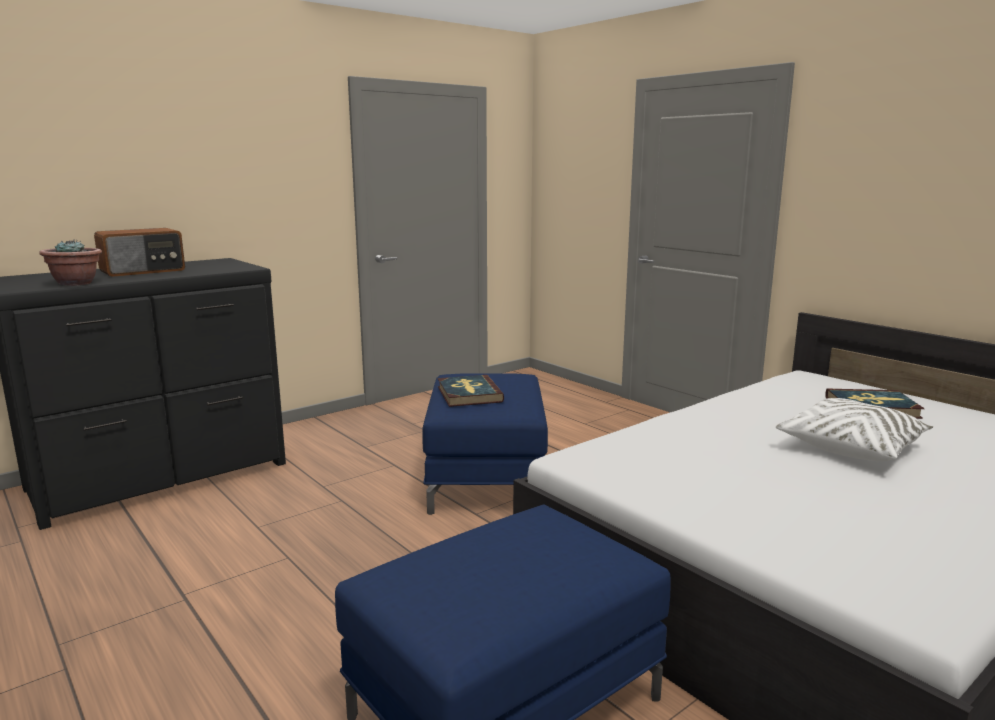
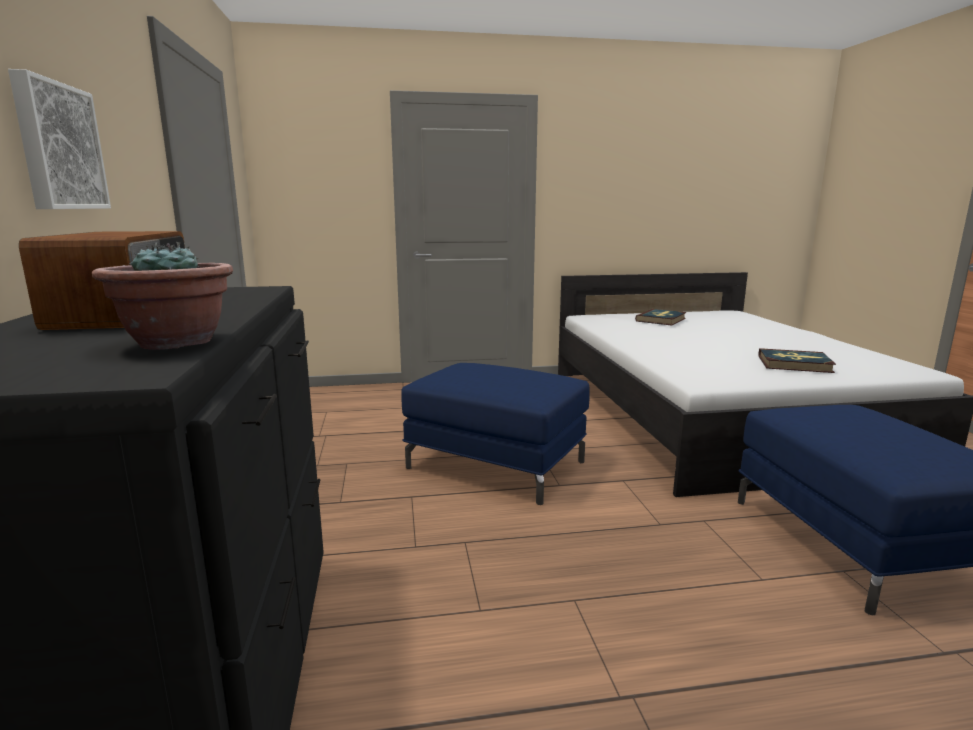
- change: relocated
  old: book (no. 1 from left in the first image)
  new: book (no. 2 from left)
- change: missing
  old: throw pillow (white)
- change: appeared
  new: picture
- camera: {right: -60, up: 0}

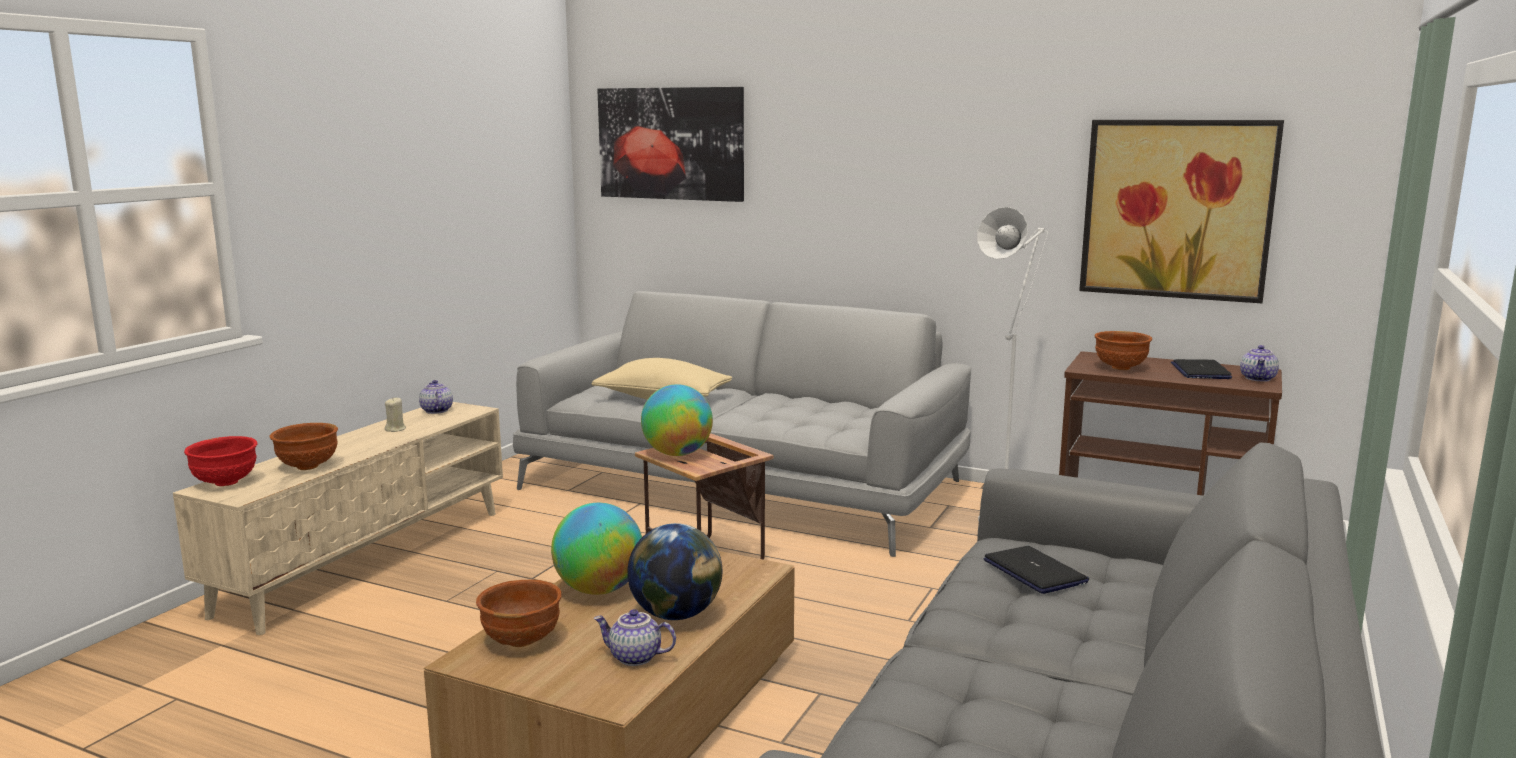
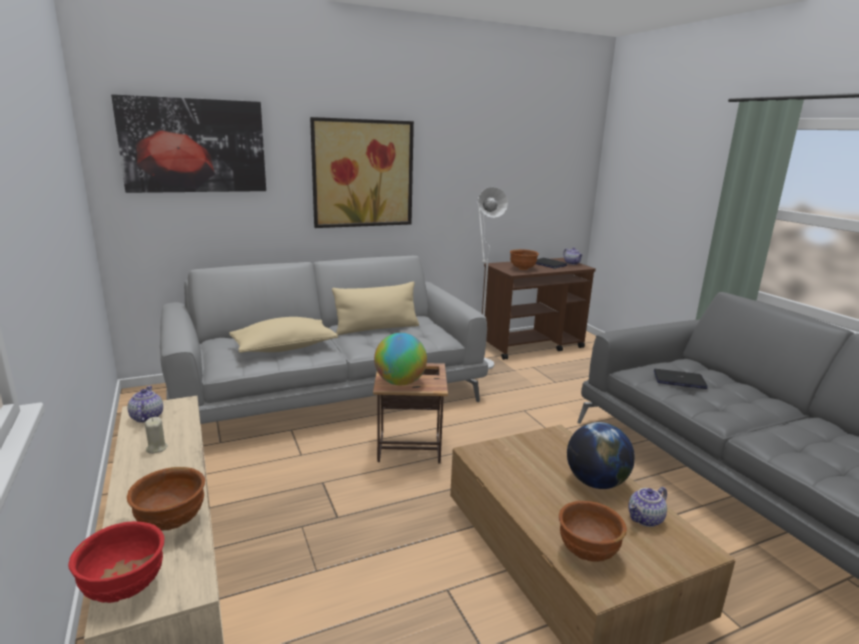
- change: spun
  old: teapot (no. 1 from left)
  degrees: 60
- change: missing
  old: world globe (no. 1 from left)
- change: relocated
  old: picture (no. 2 from left)
- change: appeared
  new: throw pillow (beige) (no. 2 from left)
- camera: {right: -50, up: 5}

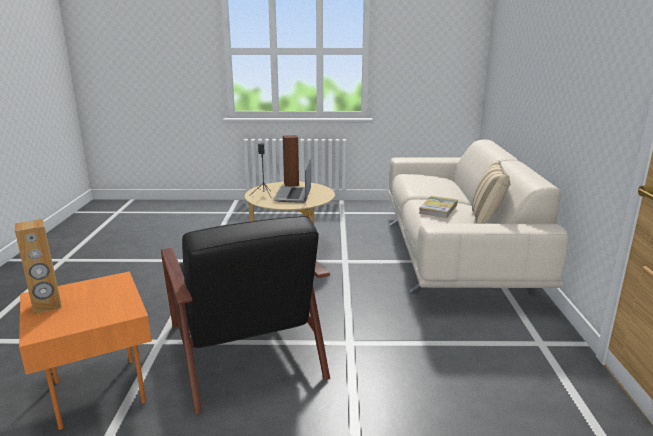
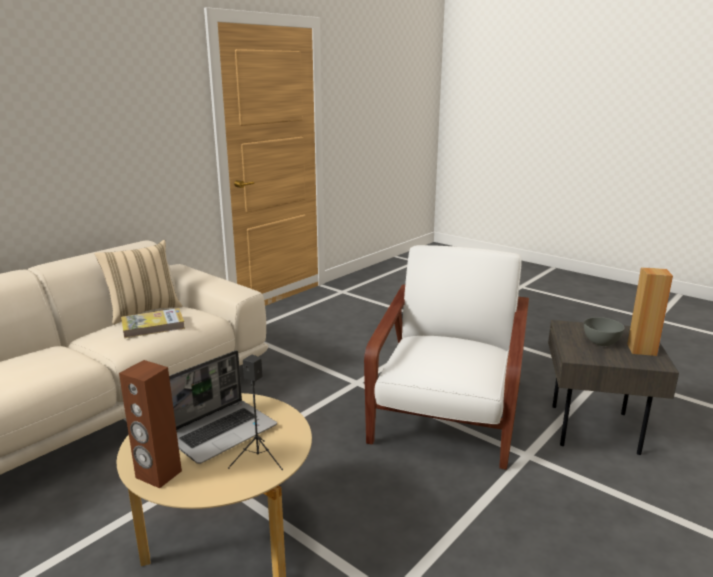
- change: colour
  old: accent table (orange)
  new: accent table (greyish)
- change: colour
  old: lounge chair (black-coloured)
  new: lounge chair (white)
- change: appeared
  new: bowl (greyish)
- camera: {right: -140, up: 0}

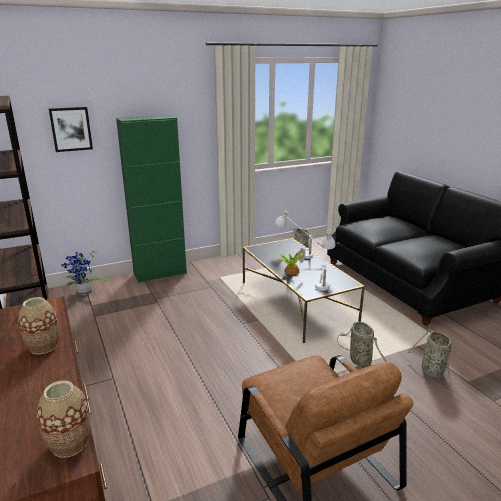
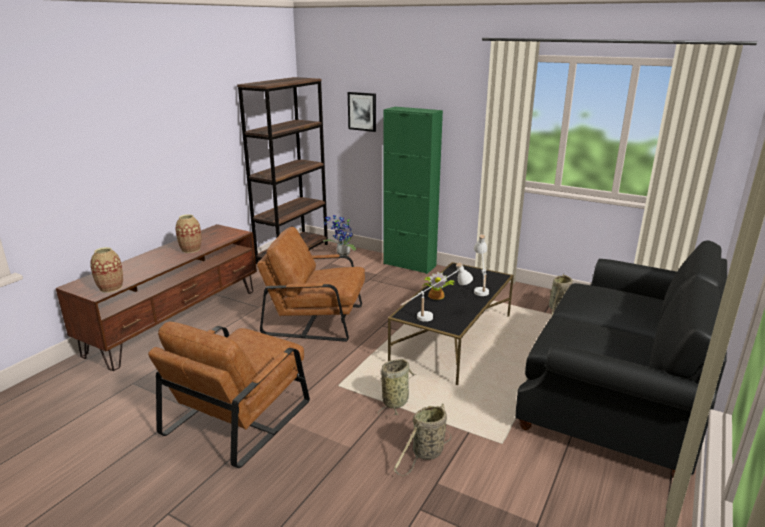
- change: appeared
  new: lounge chair (brown-coloured) (no. 2 from left)
- camera: {right: 55, up: 0}

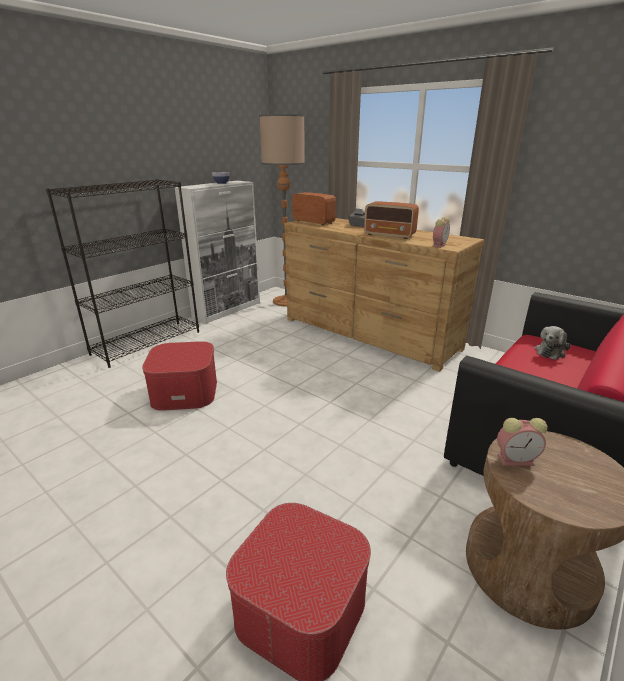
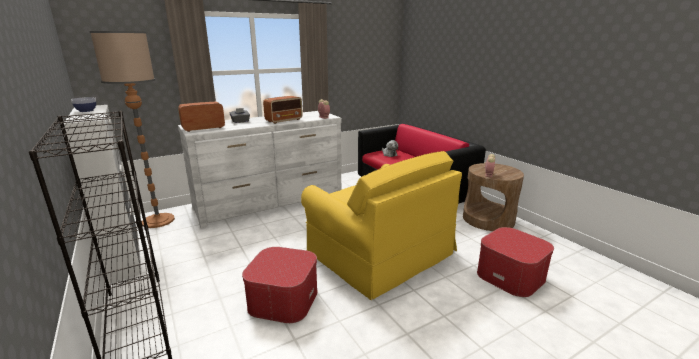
- change: colour
  old: dresser (brown-coloured)
  new: dresser (white)
- change: appeared
  new: lounge chair (yellowish)
- camera: {right: -70, up: -5}

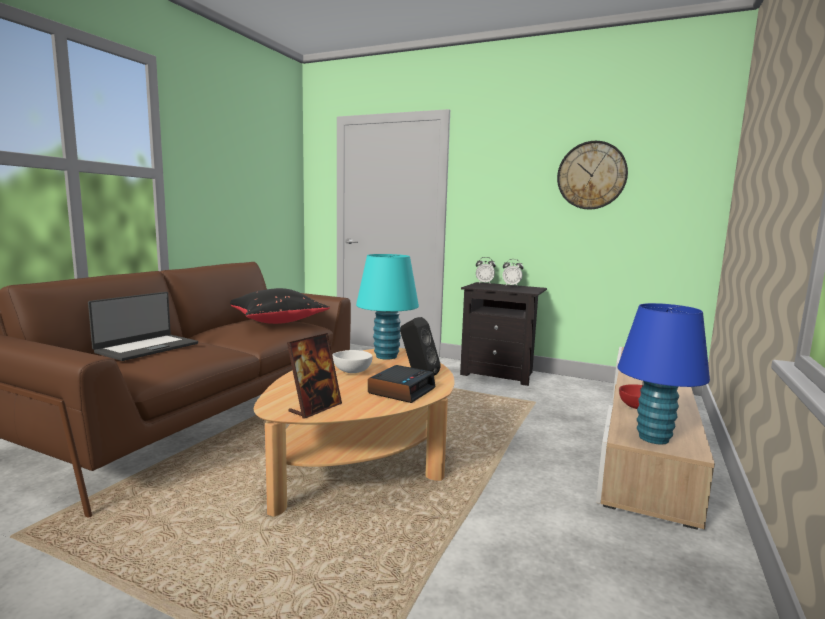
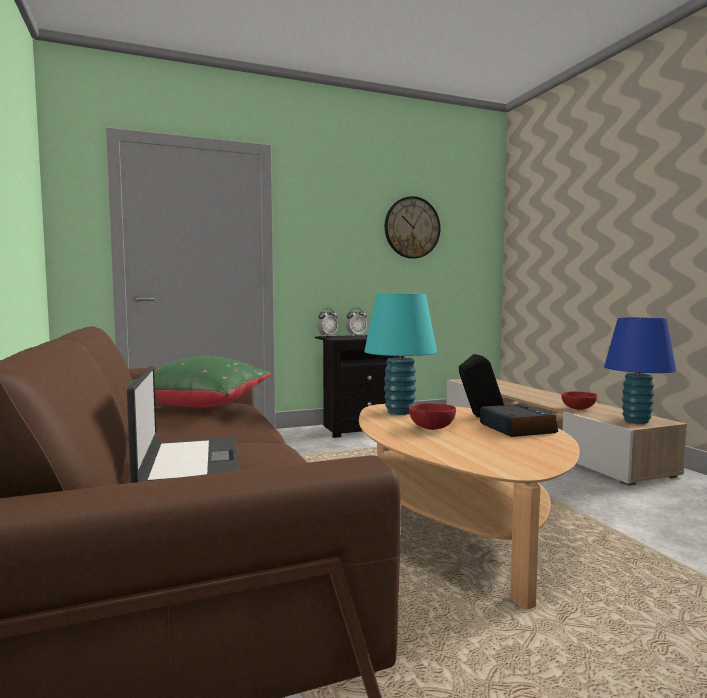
- change: colour
  old: throw pillow (black-coloured)
  new: throw pillow (green-coloured)
- change: missing
  old: standing frame
- change: colour
  old: bowl (white)
  new: bowl (red) (no. 1 from left)
- camera: {right: -45, up: -5}

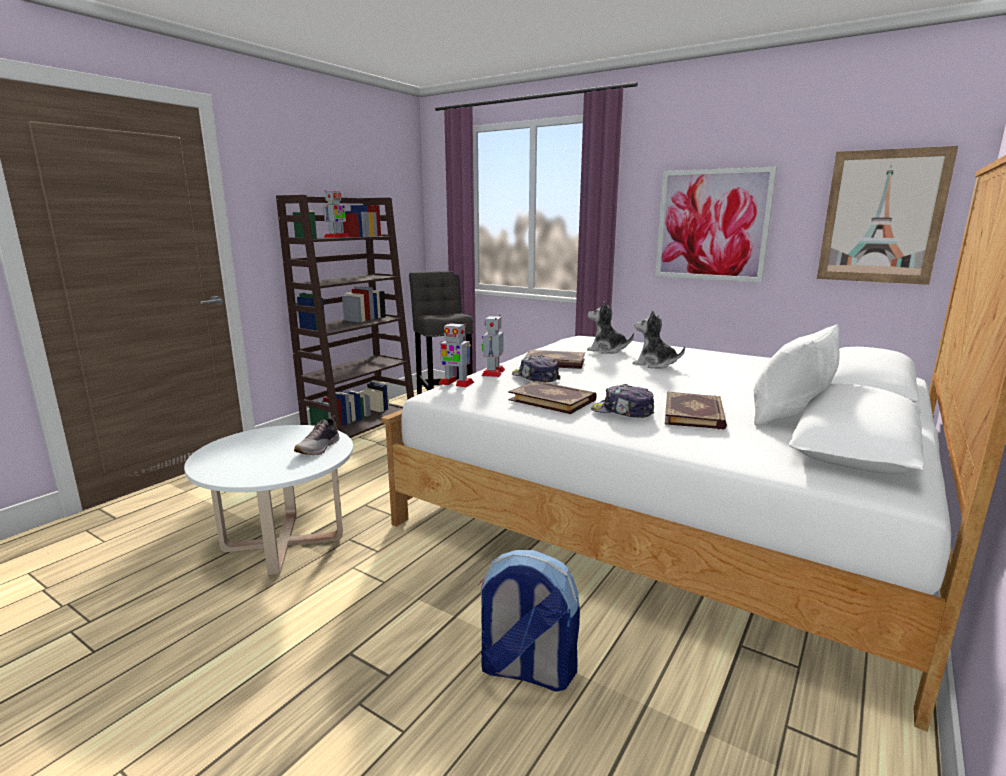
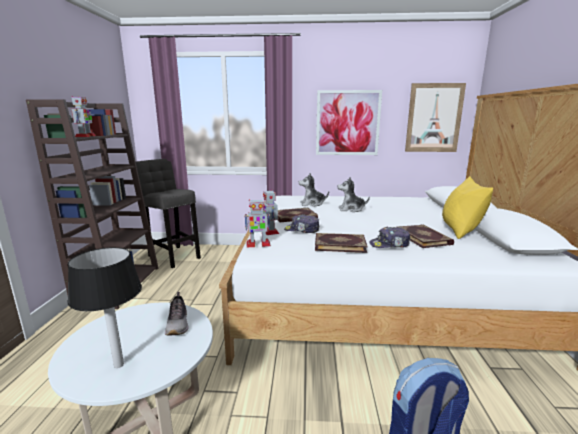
- change: colour
  old: throw pillow (white)
  new: throw pillow (yellowish)
- change: appeared
  new: tabletop lamp
- camera: {right: -30, up: 0}

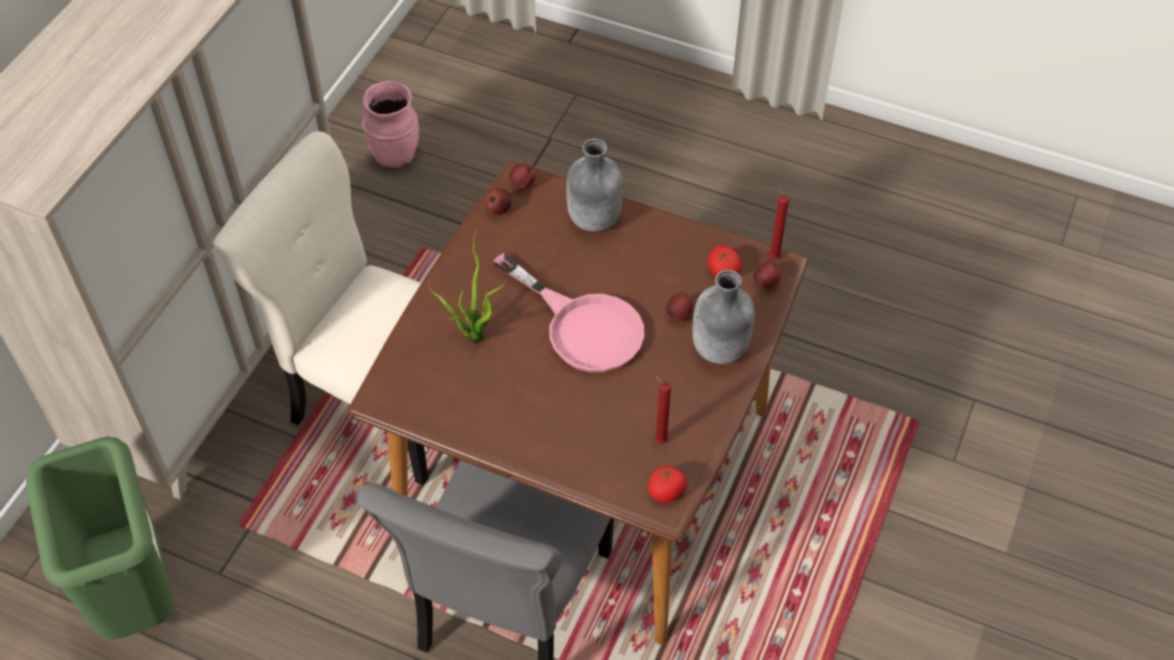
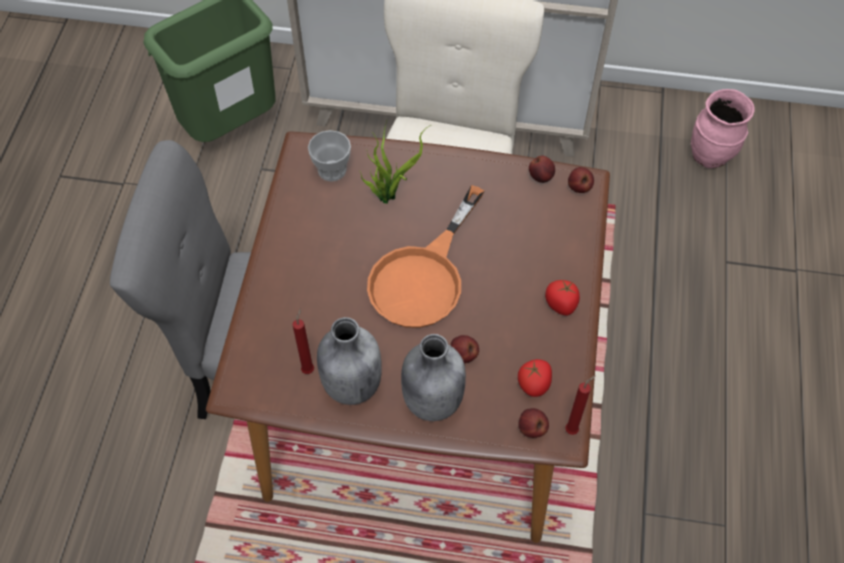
- change: colour
  old: pan (pink-coloured)
  new: pan (orange)
- change: relocated
  old: bottle (greyish) (no. 1 from left)
- change: relocated
  old: whole tomato (no. 1 from left in the first image)
  new: whole tomato (no. 2 from left)
- change: appeared
  new: drinking cup
- camera: {right: 75, up: 5}

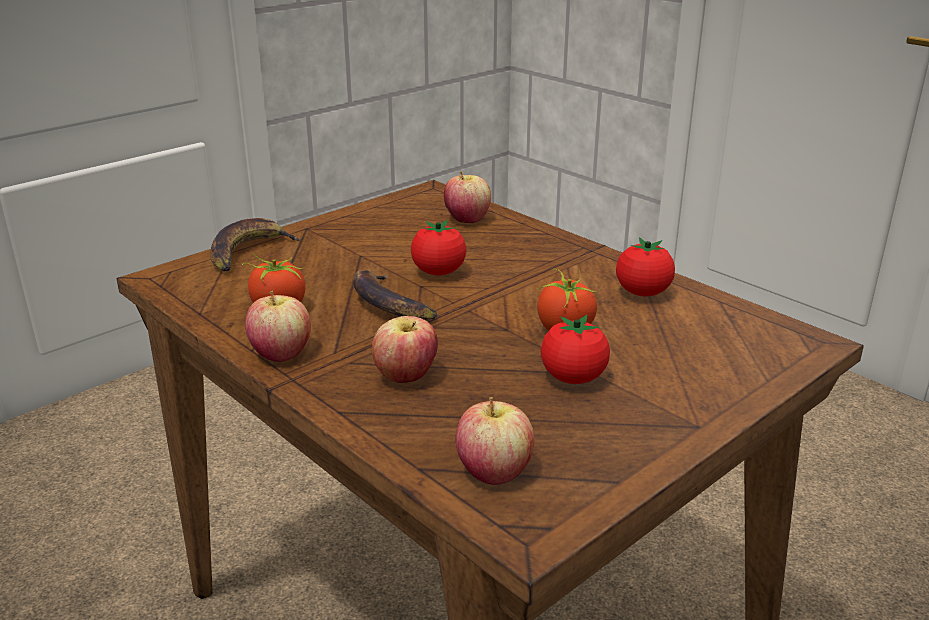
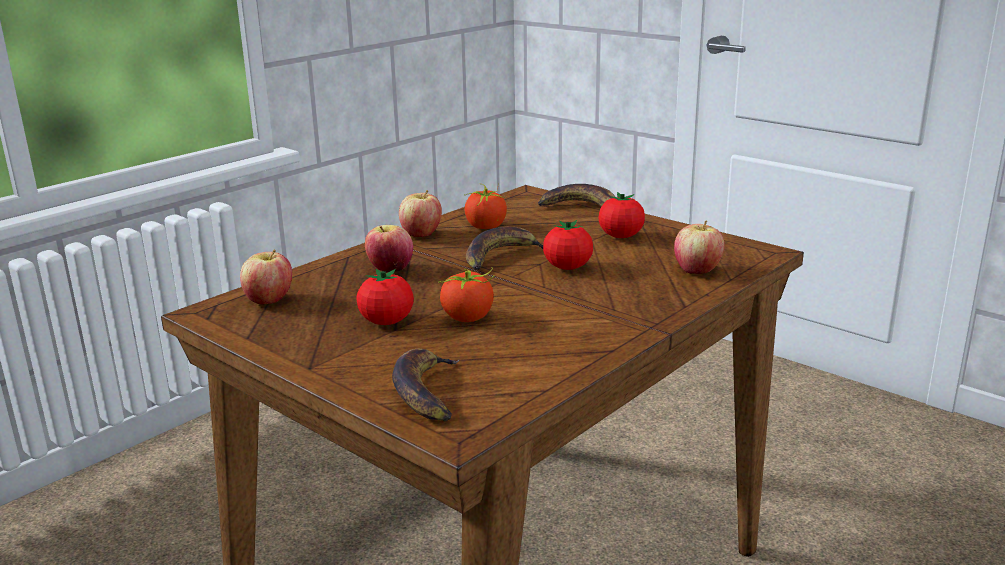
- change: relocated
  old: whole tomato (no. 5 from left)
- change: appeared
  new: whole banana (no. 1 from left)
- camera: {right: 85, up: -5}

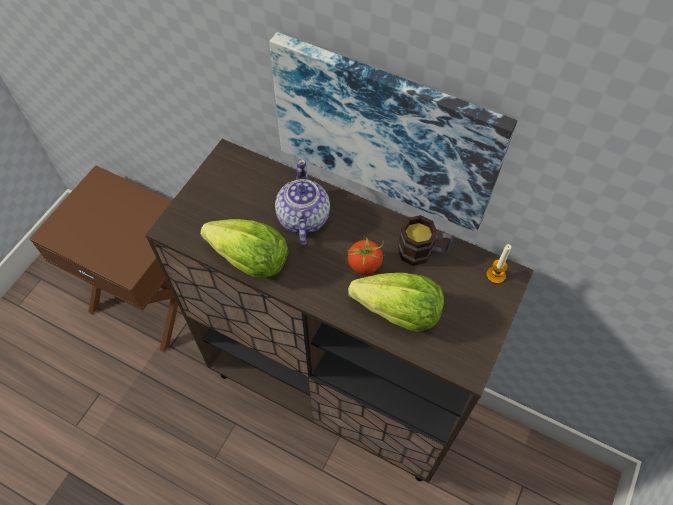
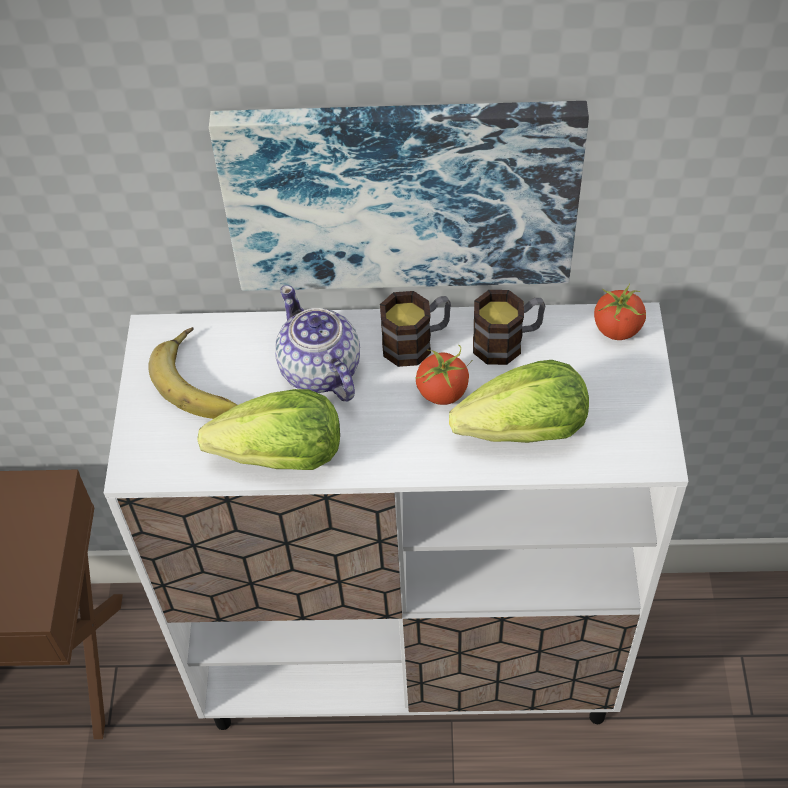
- change: colour
  old: cupboard (brown-coloured)
  new: cupboard (white)
- change: exchanged
  old: wax candle
  new: whole tomato (no. 2 from left)
- change: appeared
  new: whole banana
- change: appeared
  new: coffee mug (no. 1 from left)
- camera: {right: -25, up: -5}

